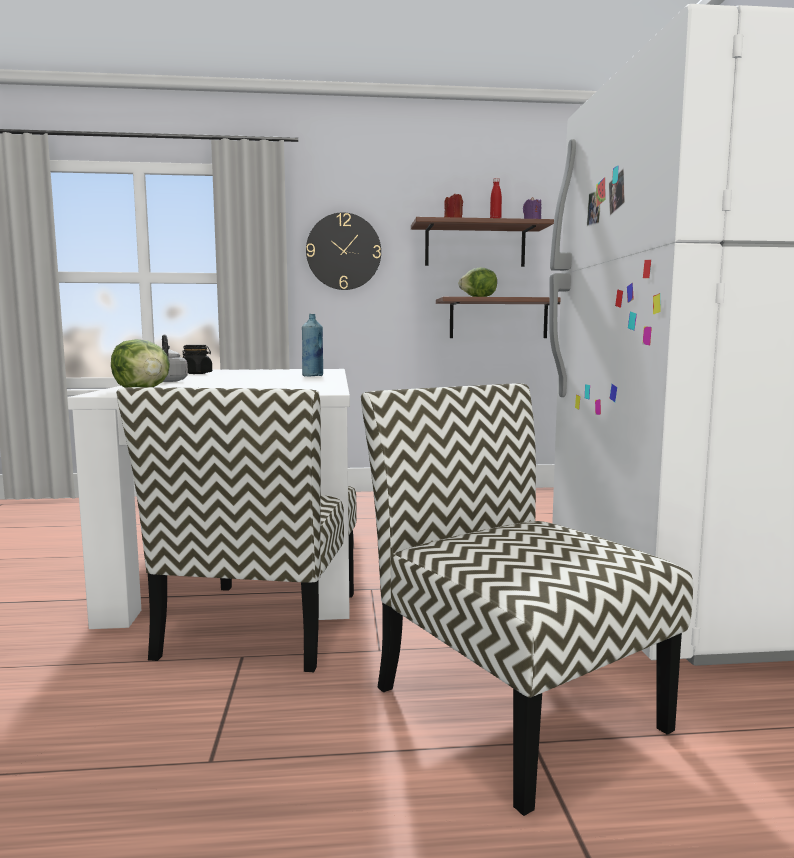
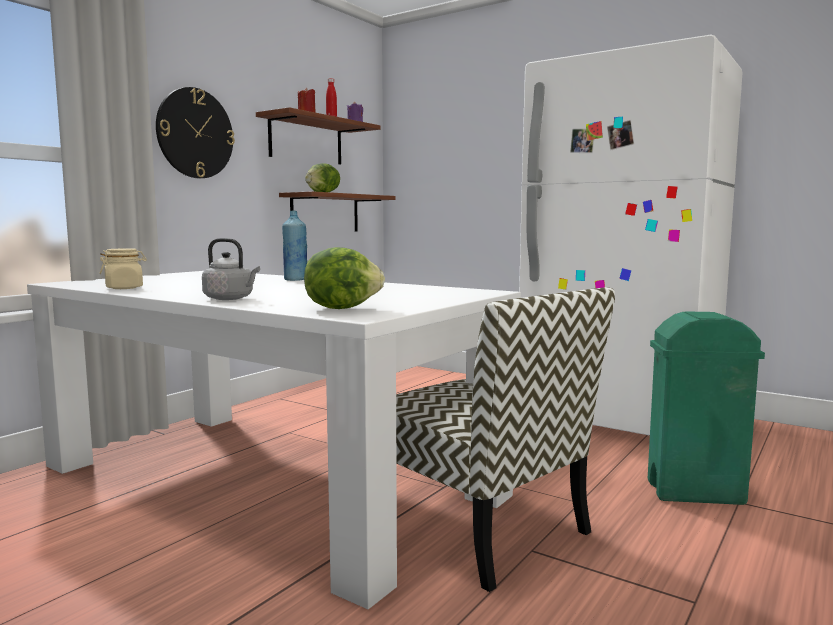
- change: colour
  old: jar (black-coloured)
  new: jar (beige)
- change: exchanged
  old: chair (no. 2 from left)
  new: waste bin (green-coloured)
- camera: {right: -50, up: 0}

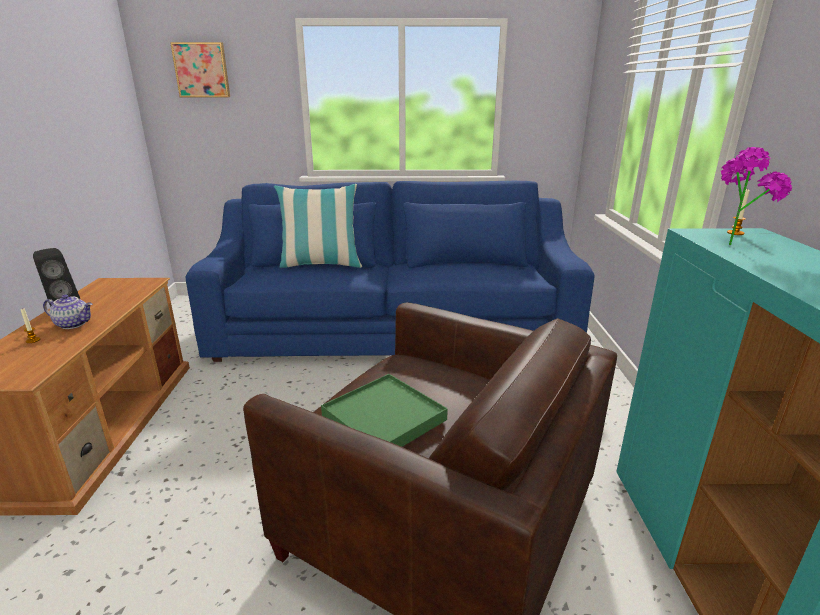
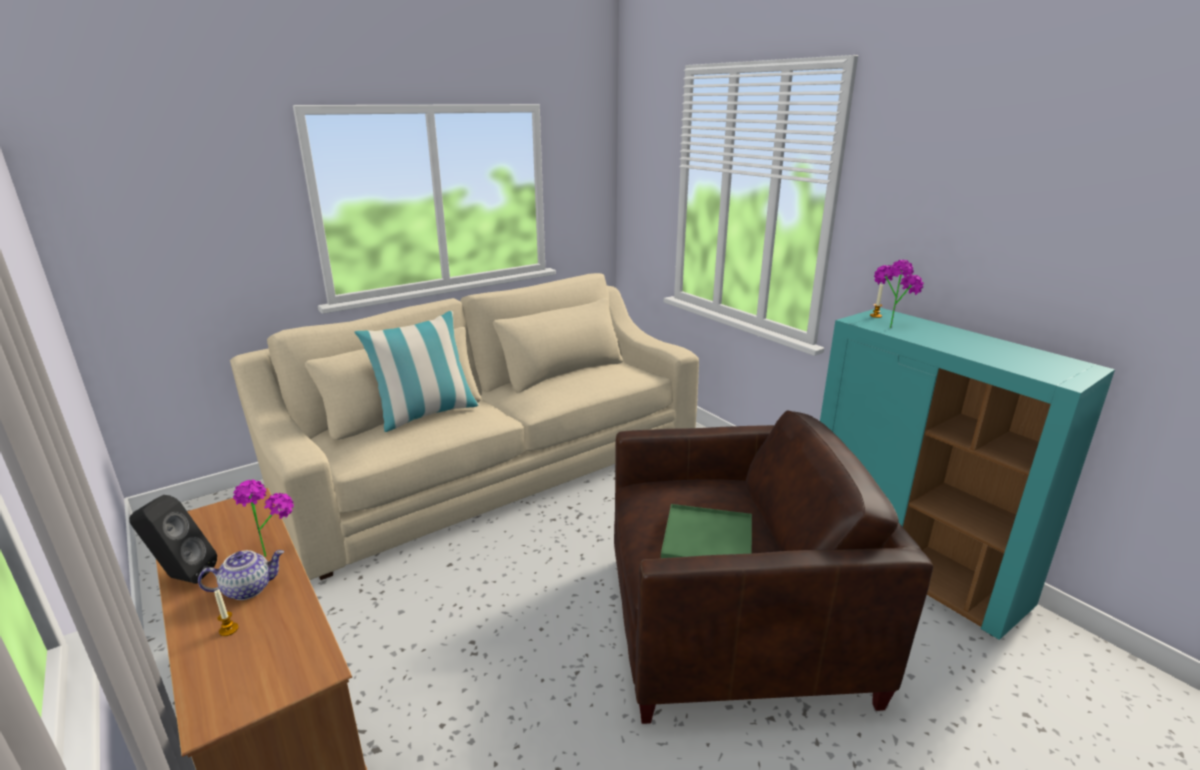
- change: missing
  old: picture
- change: colour
  old: couch (blue-coloured)
  new: couch (beige)
- change: appeared
  new: houseplant (no. 1 from left)
- camera: {right: -35, up: 0}

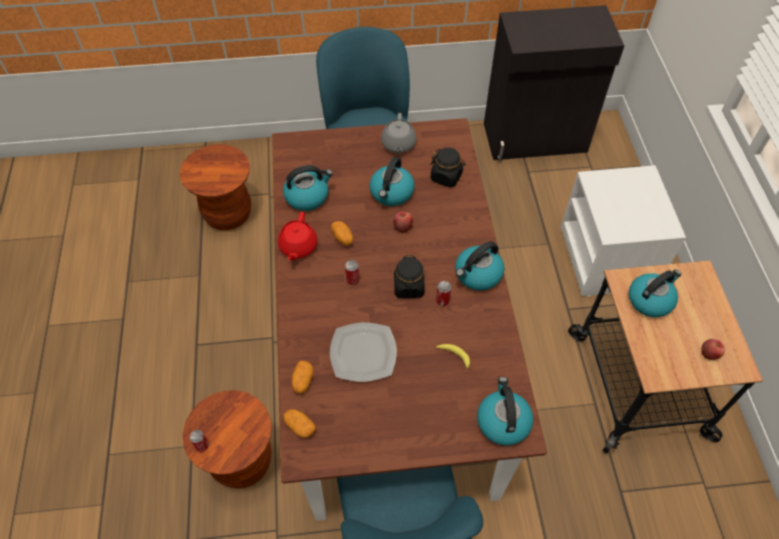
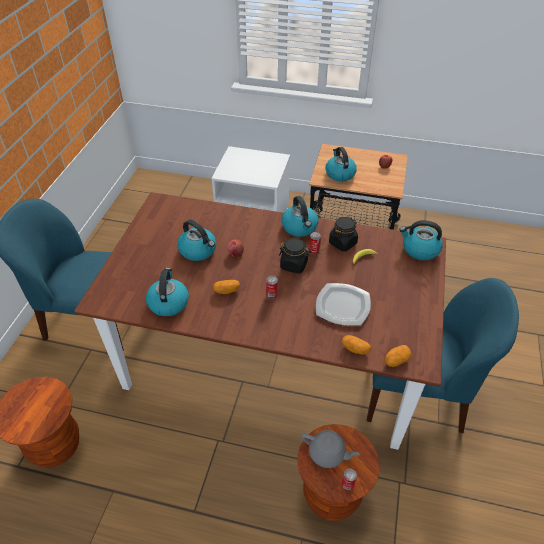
- change: missing
  old: teapot (red)
- change: relocated
  old: teapot (greyish)
- change: relocated
  old: jar (black-coloured) (no. 2 from left)
- change: missing
  old: cupboard (black-coloured)
- camera: {right: -70, up: -10}

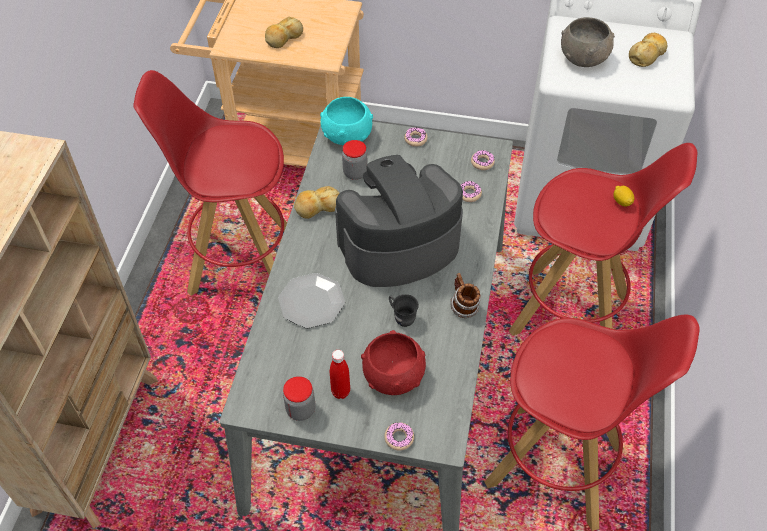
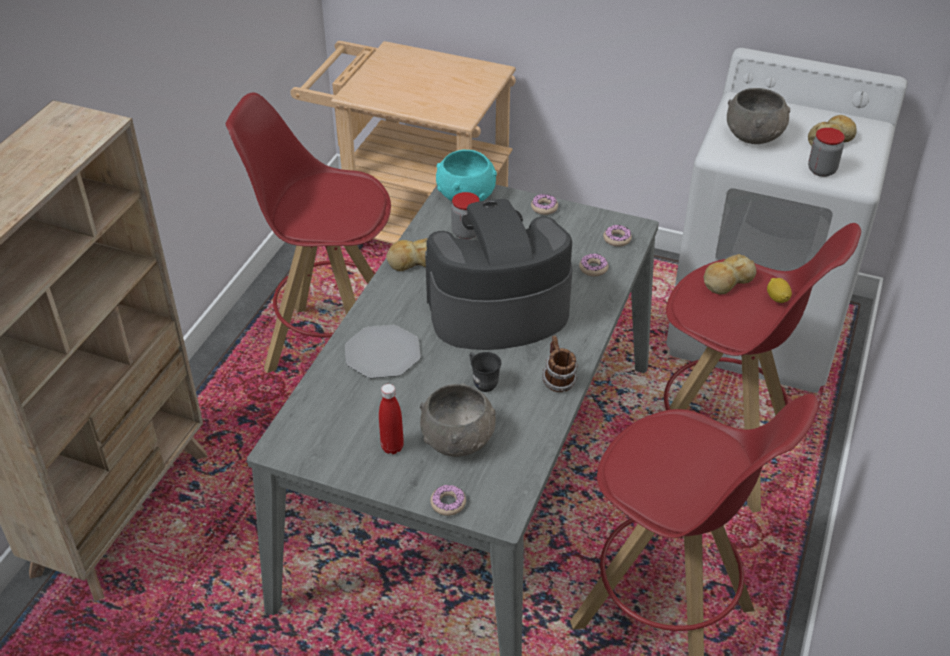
- change: relocated
  old: bread (no. 1 from left in the first image)
  new: bread (no. 2 from left)
- change: relocated
  old: jar (no. 1 from left in the first image)
  new: jar (no. 2 from left)
- change: colour
  old: bowl (red)
  new: bowl (greyish) (no. 1 from left)
- camera: {right: 10, up: -10}

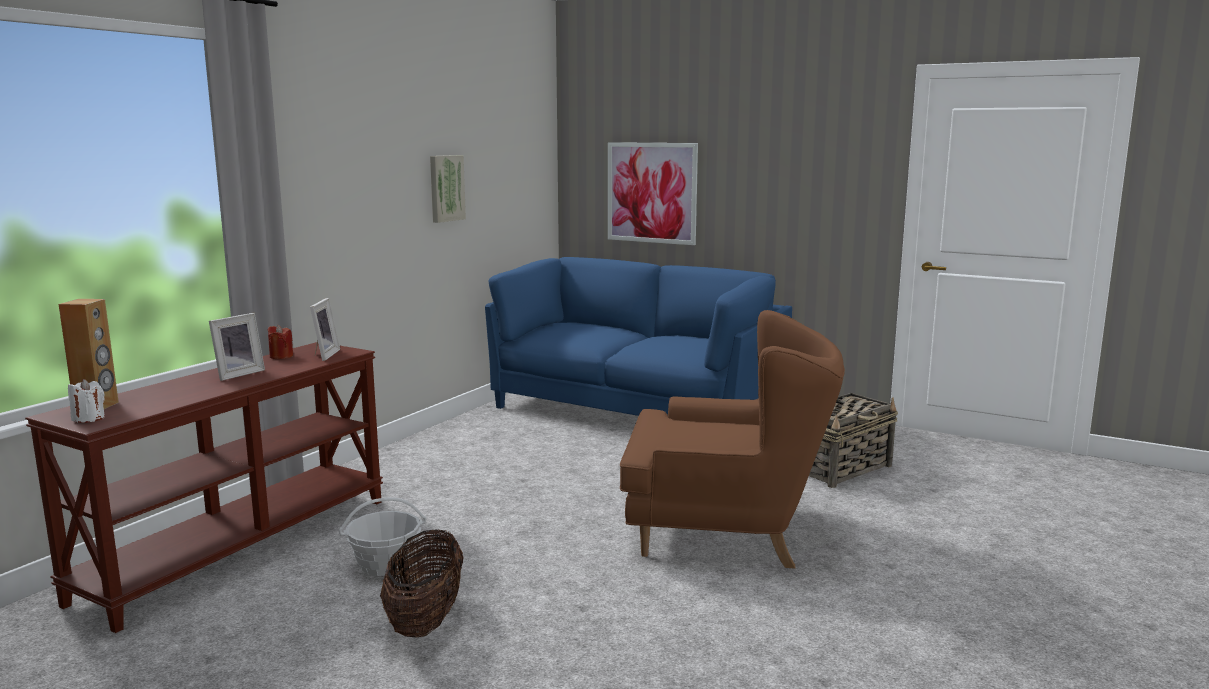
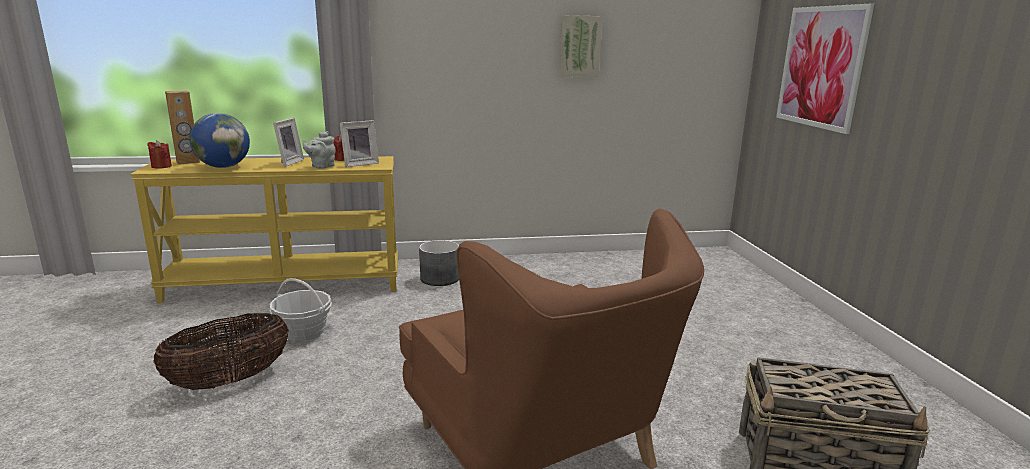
- change: colour
  old: hall table (brown-coloured)
  new: hall table (yellowish)
- change: colour
  old: wax candle (white)
  new: wax candle (red) (no. 1 from left)
- change: spun
  old: standing frame (no. 1 from left)
  degrees: -75
- change: missing
  old: couch (blue-coloured)
- change: appeared
  new: world globe
- change: appeared
  new: teapot (greyish)
- change: appeared
  new: flower pot (greyish)
- camera: {right: 50, up: 5}

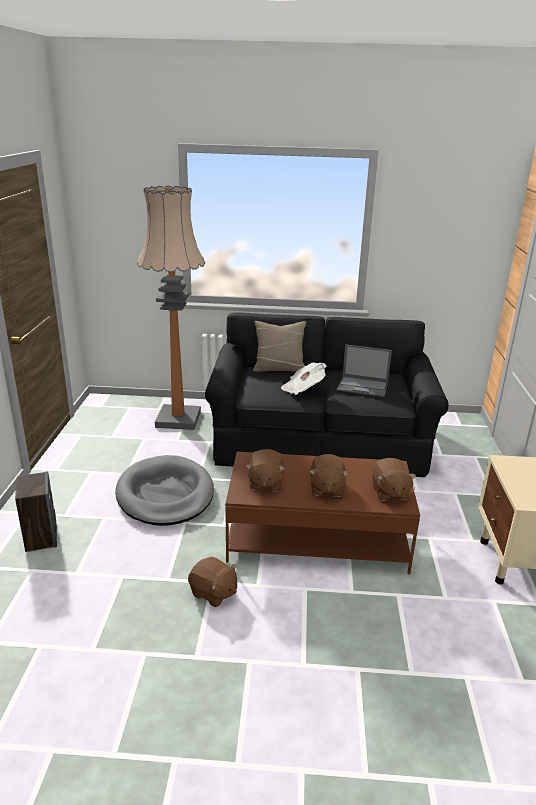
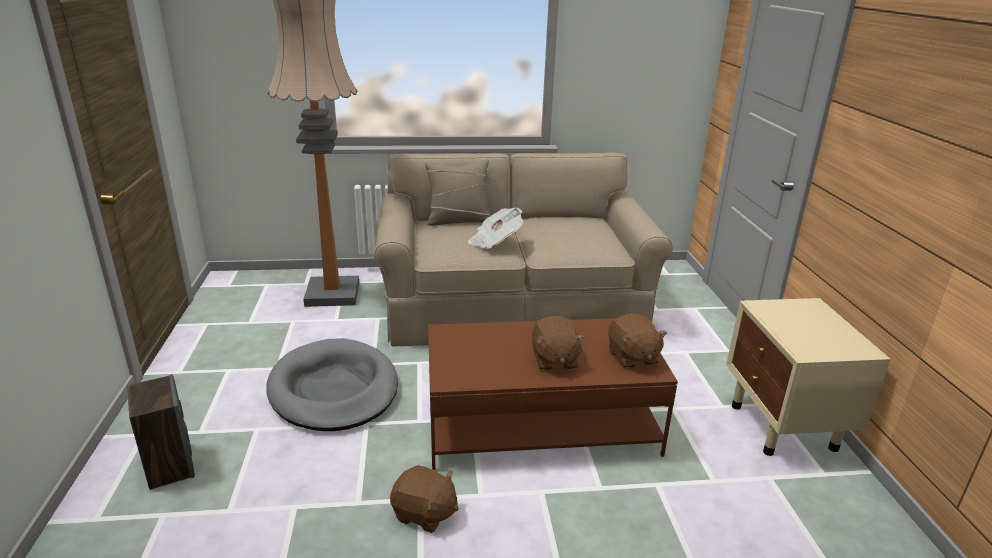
- change: colour
  old: couch (black-coloured)
  new: couch (beige)
- change: missing
  old: plush toy (brown-coloured) (no. 2 from left)
- change: missing
  old: laptop
- camera: {right: -10, up: 0}

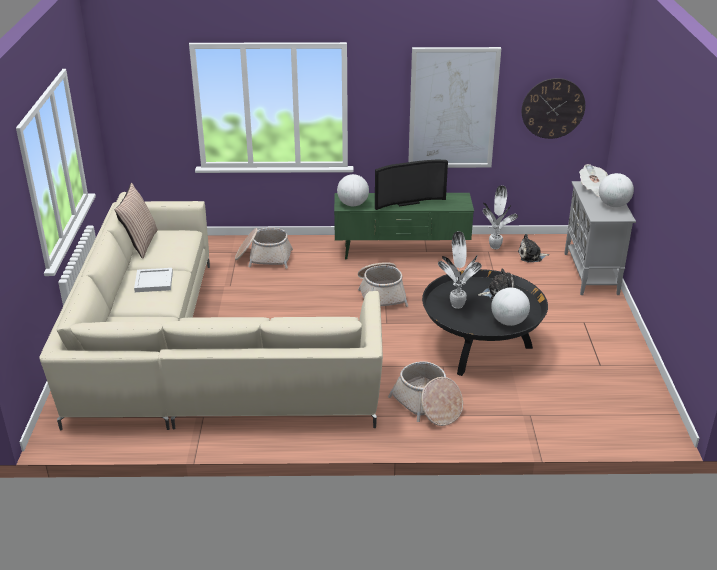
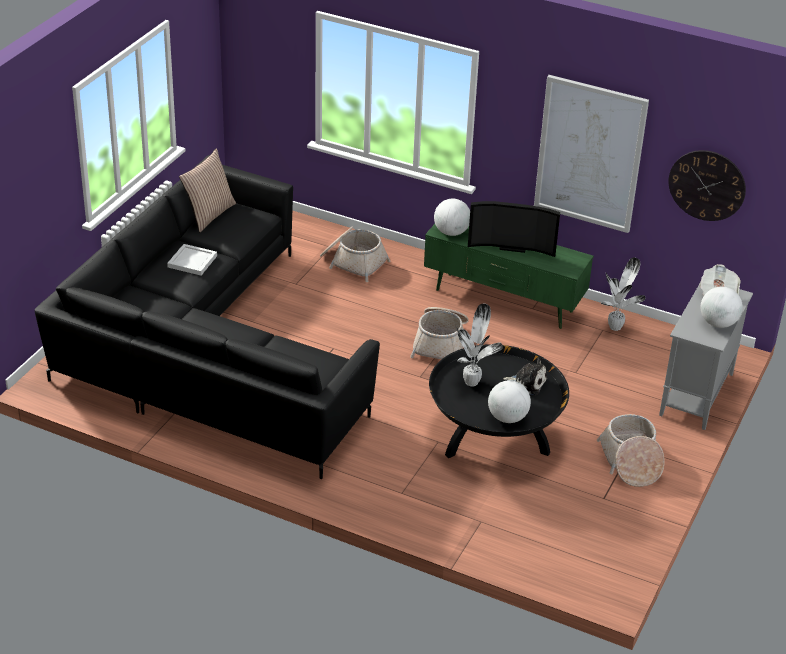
- change: colour
  old: couch (beige)
  new: couch (black-coloured)
- change: relocated
  old: basket (no. 3 from left)
- change: missing
  old: plush toy (no. 2 from left)
- camera: {right: 25, up: 5}

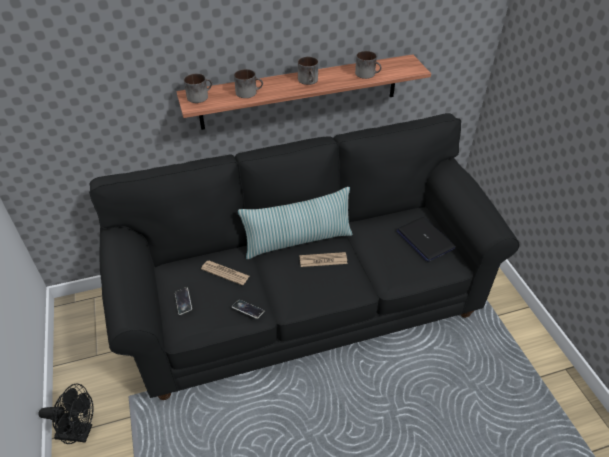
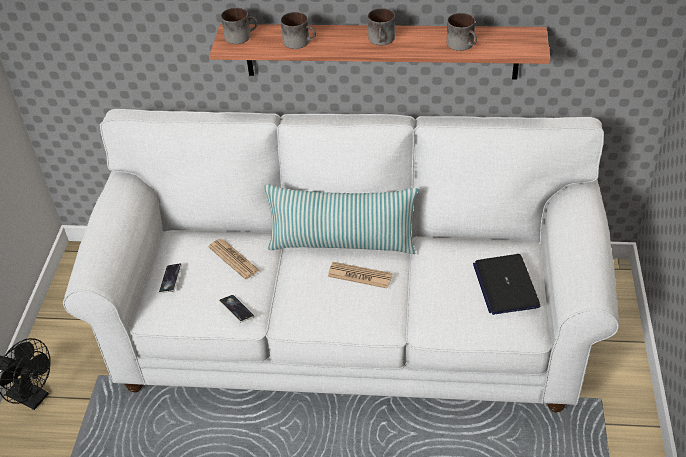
- change: colour
  old: couch (black-coloured)
  new: couch (white)
- camera: {right: 25, up: 0}

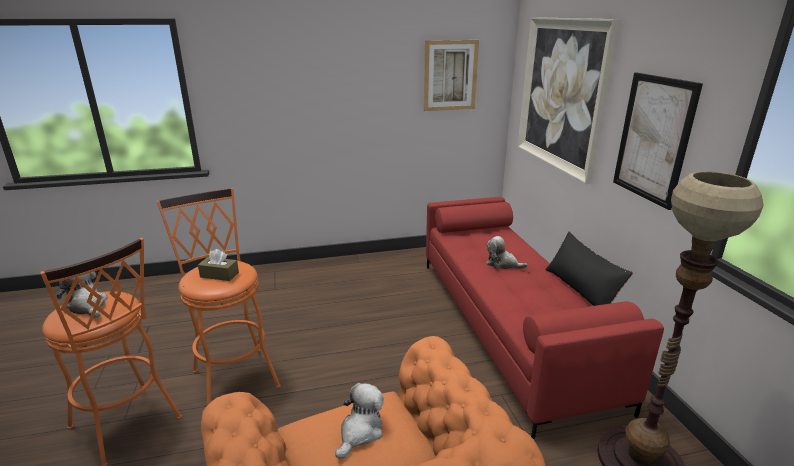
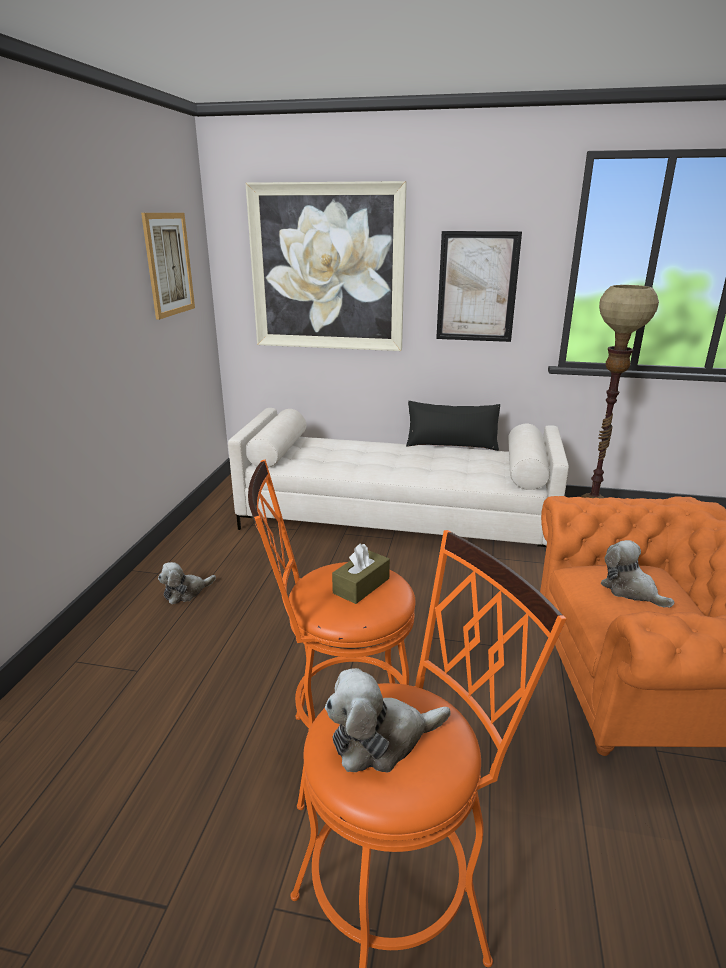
- change: colour
  old: couch (red)
  new: couch (white)
- change: relocated
  old: plush toy (no. 3 from left in the first image)
  new: plush toy (no. 1 from left)
- camera: {right: -65, up: 0}

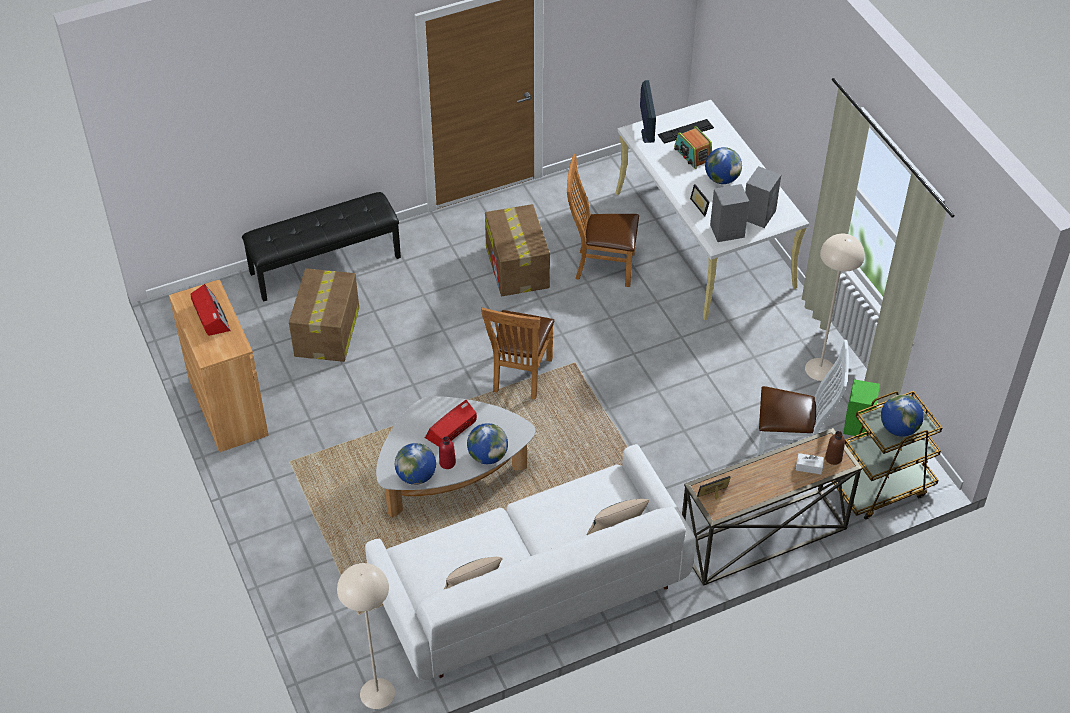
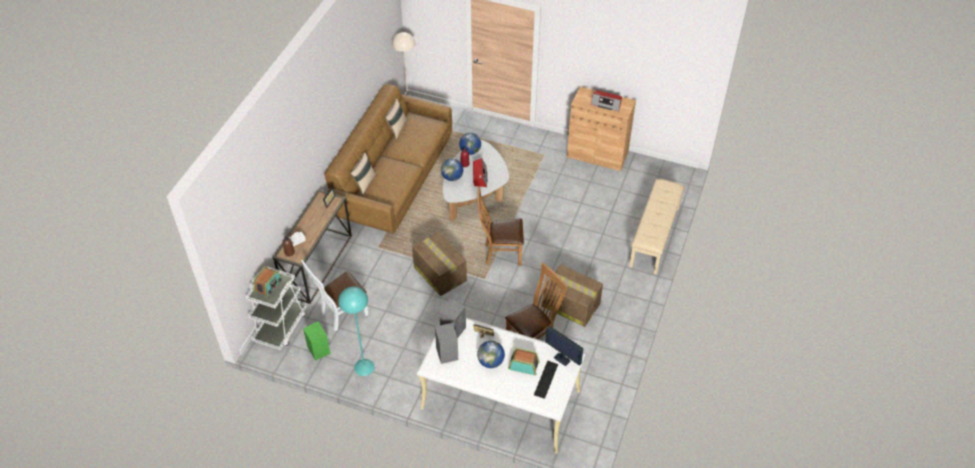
- change: colour
  old: indoor bench (black-coloured)
  new: indoor bench (beige)
- change: relocated
  old: packing box (no. 1 from left)
- change: colour
  old: couch (white)
  new: couch (brown-coloured)
- change: spun
  old: chair (brown-coloured) (no. 1 from left)
  degrees: -60
- change: colour
  old: floor lamp (beige) (no. 2 from left)
  new: floor lamp (turquoise-coloured)
- change: colour
  old: trolley (brown-coloured)
  new: trolley (white)
- change: exchanged
  old: world globe (no. 4 from left)
  new: radio receiver (no. 1 from left)
- camera: {right: 135, up: 0}

